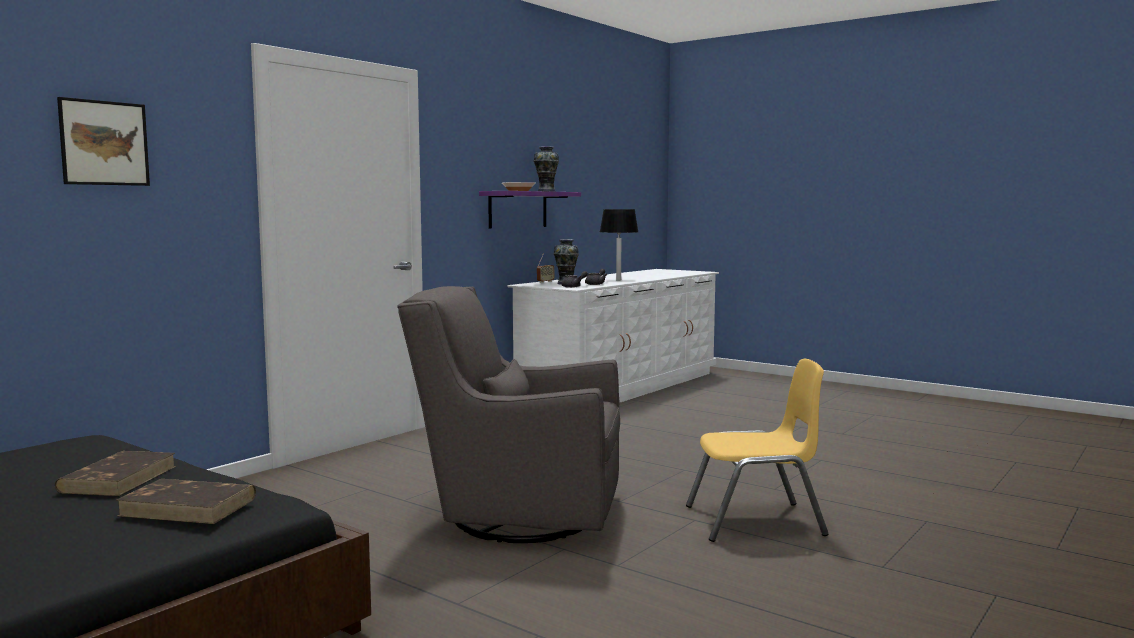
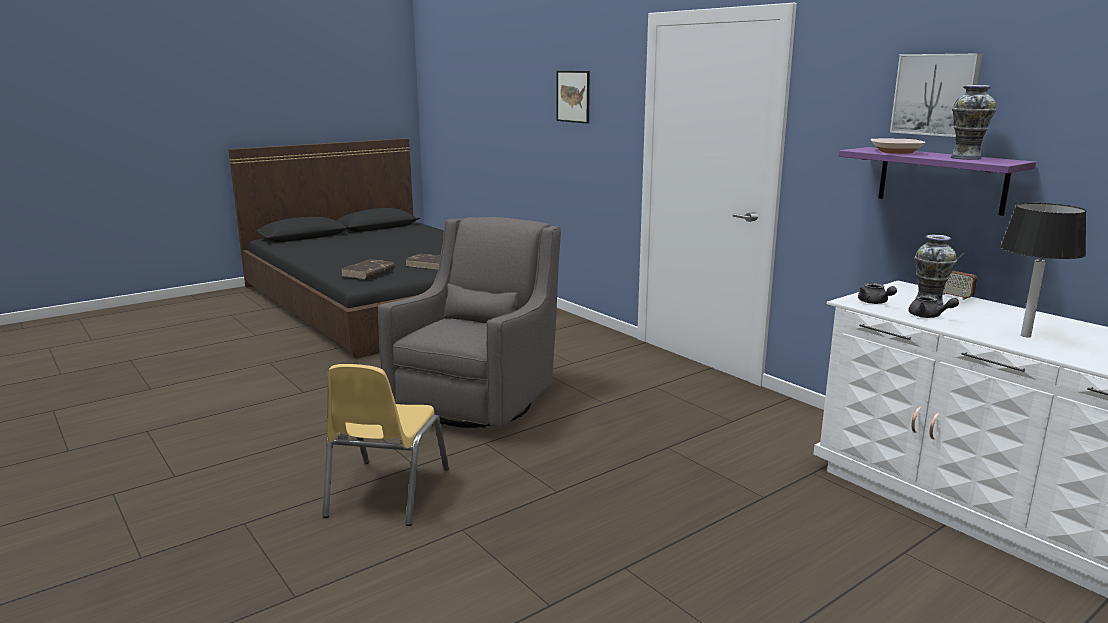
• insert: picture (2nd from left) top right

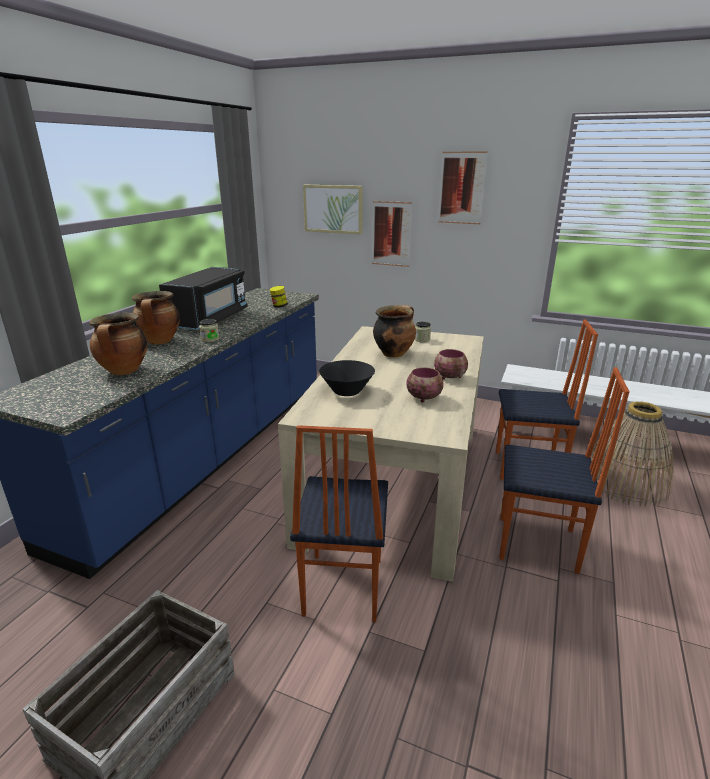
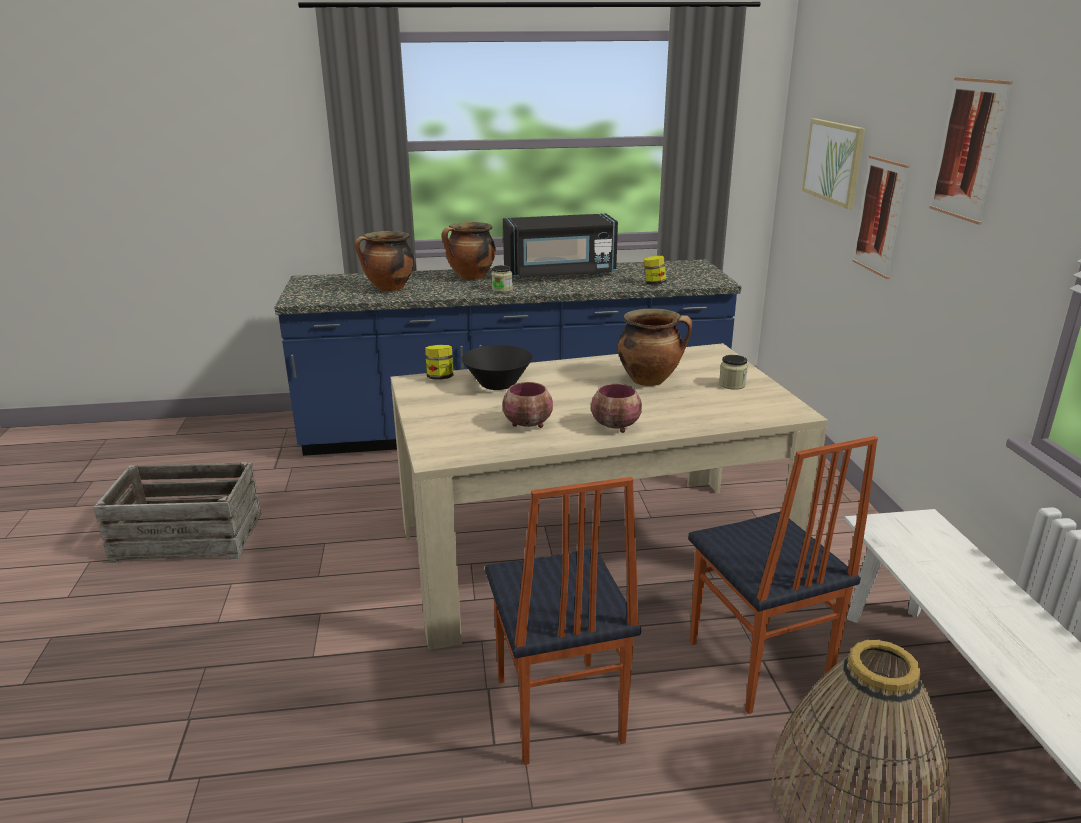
• delete: upright chair (1st from left) bottom centre
• insert: jar (1st from left) centre

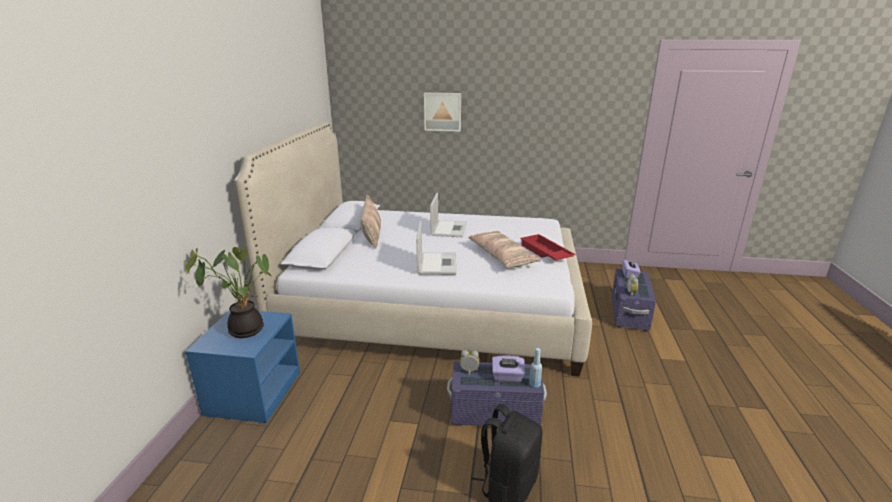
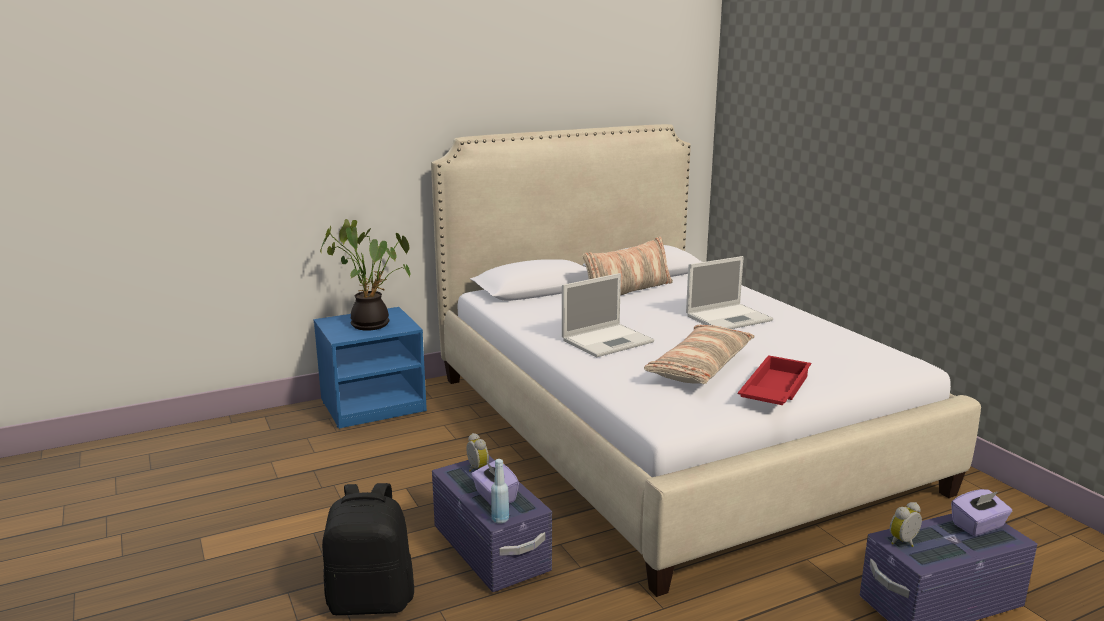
• delete: picture top centre

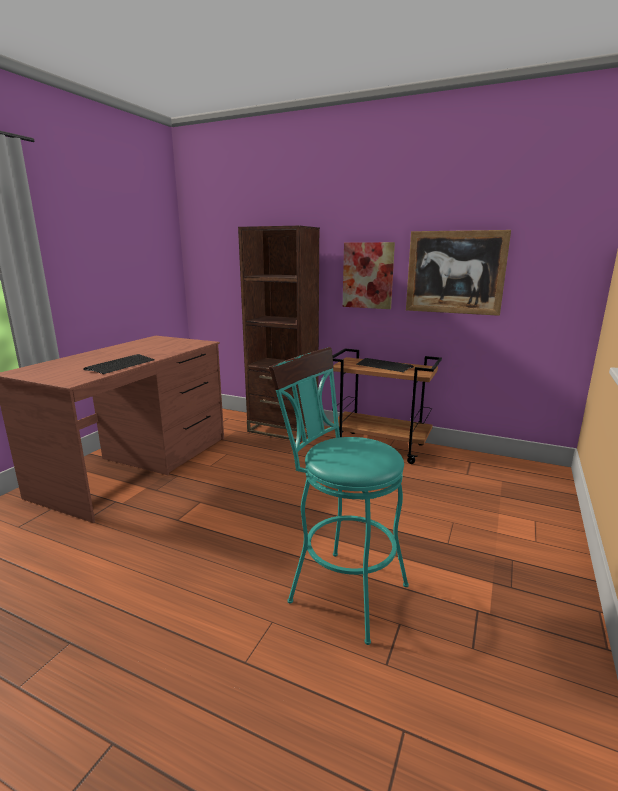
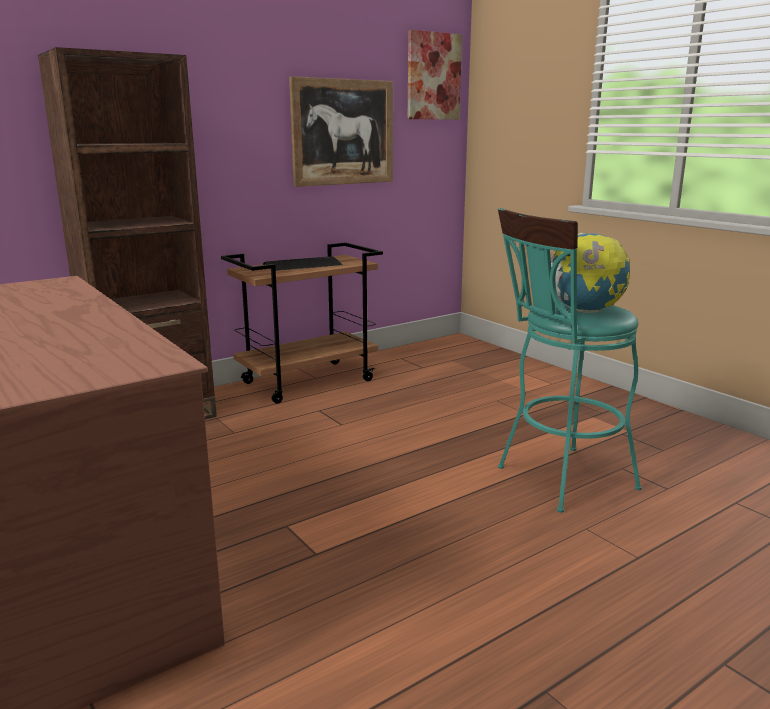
• delete: keyboard (1st from left) middle left
• insert: globe middle right
• move: picture (1st from left in the first image) centre to picture (2nd from left) top centre

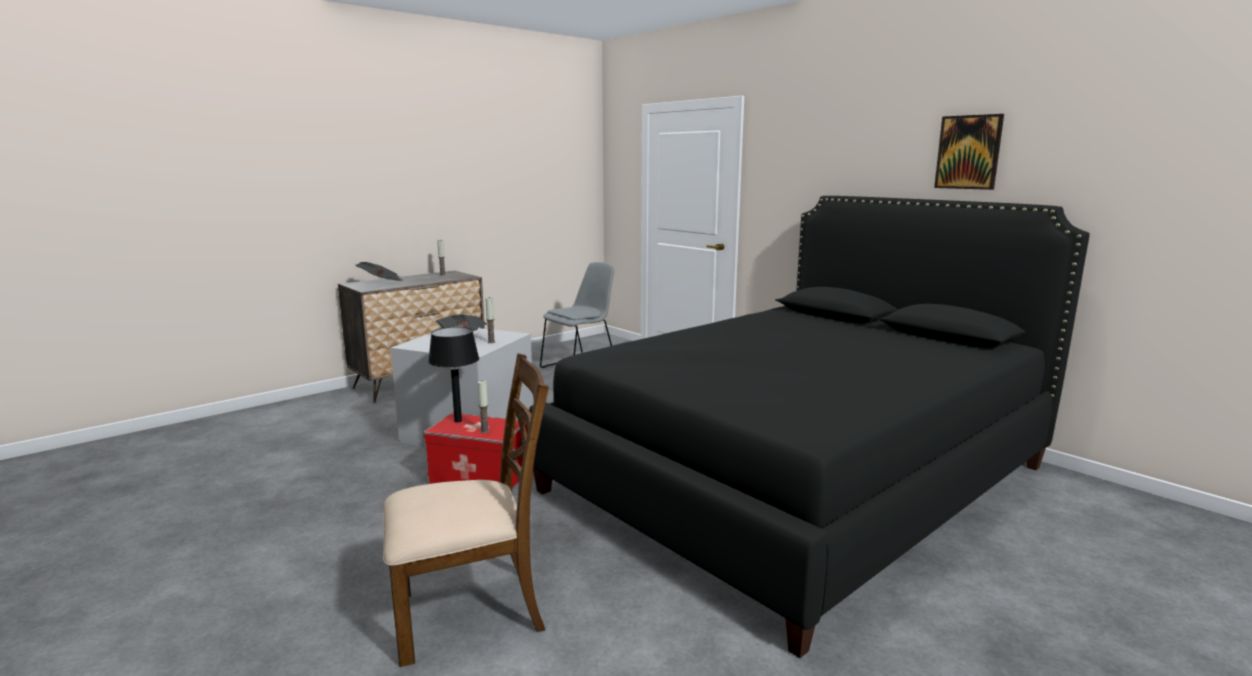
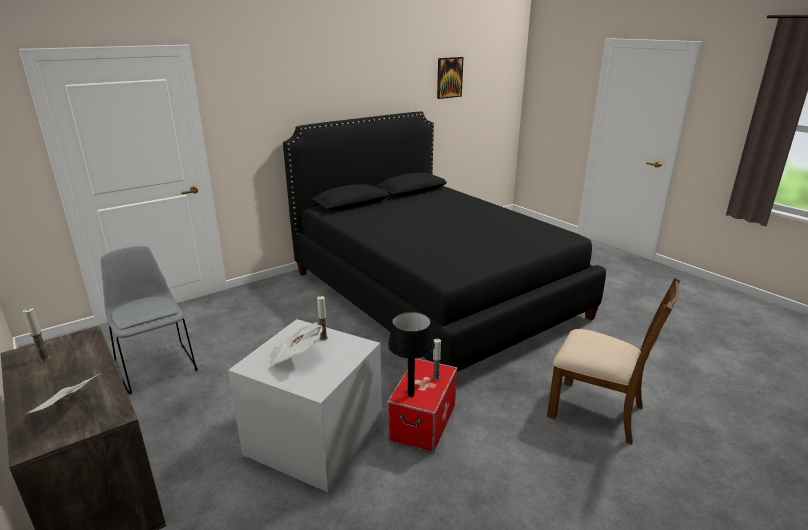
• move: picture top right to top centre
• rotate: brown upright chair bottom centre = bottom right 135 degrees clockwise

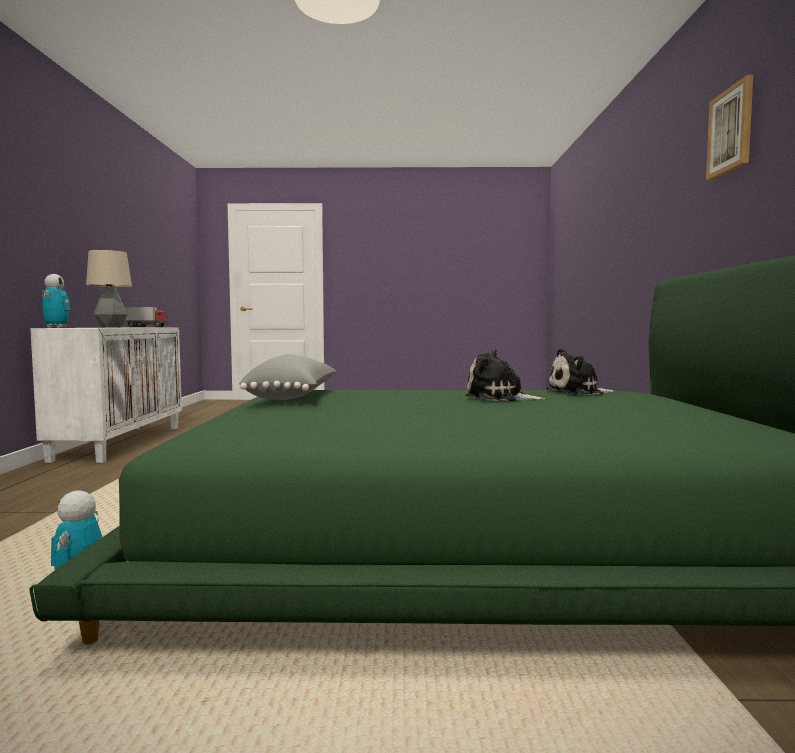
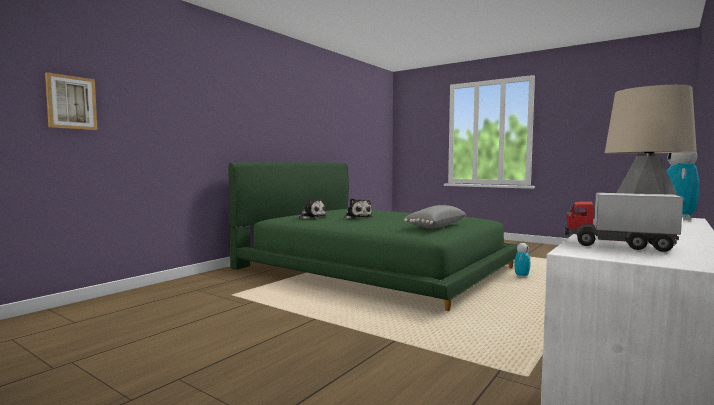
• move: picture top right to top left

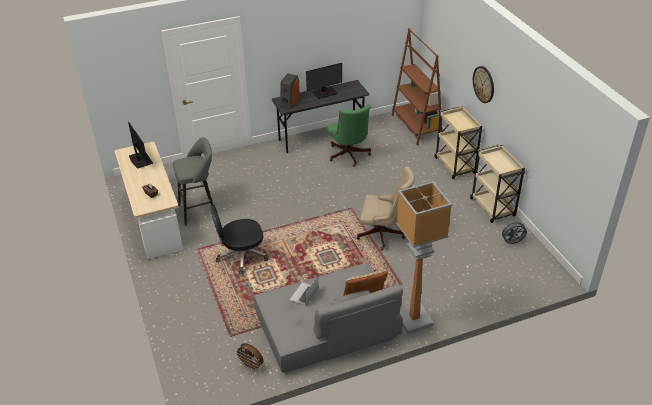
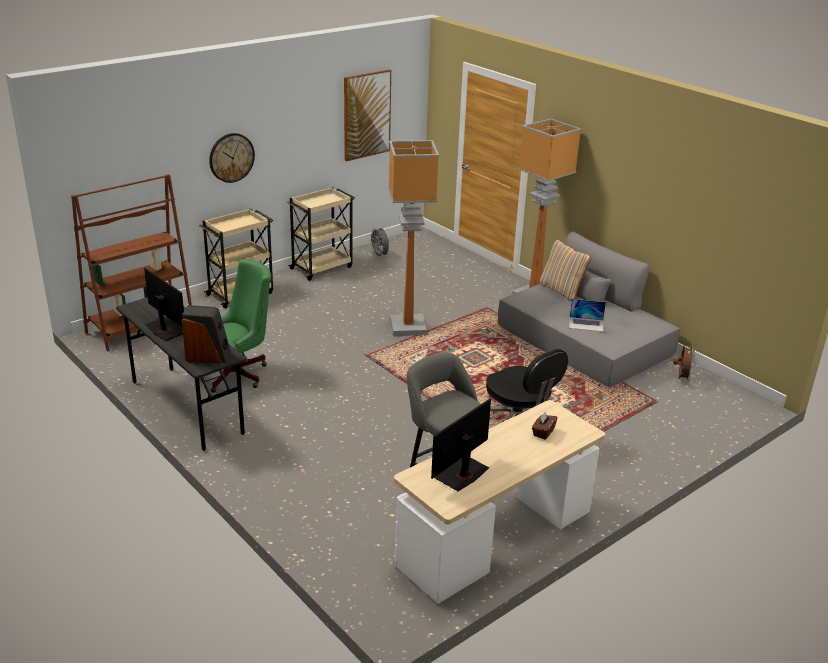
• insert: picture top centre
• replace: beige-coloured computer chair centre to standard lamp (1st from left) centre

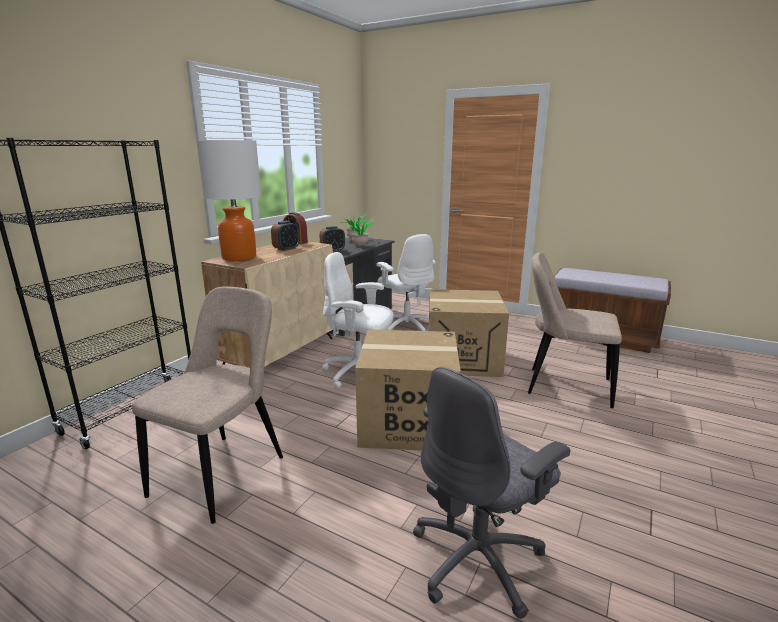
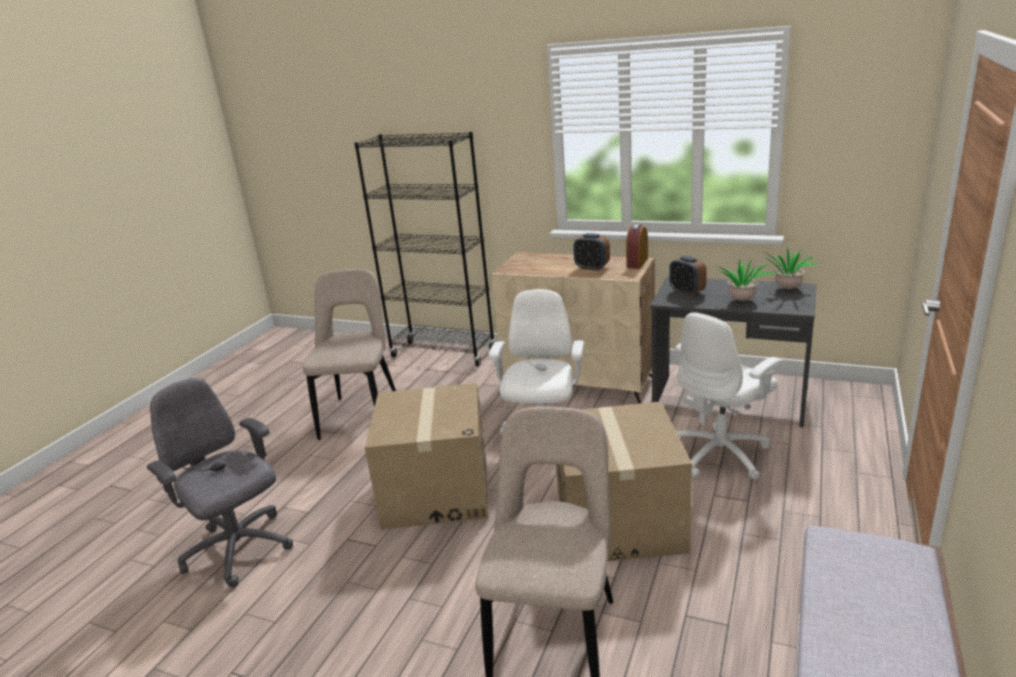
• delete: lamp for a table top left
• rotate: beige-coloured upright chair (1st from left) middle left = centre 105 degrees counterclockwise

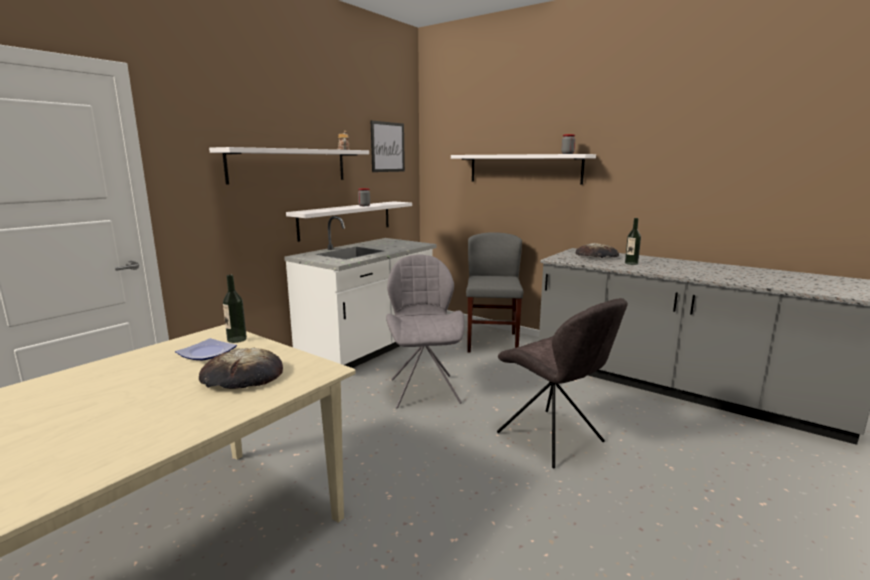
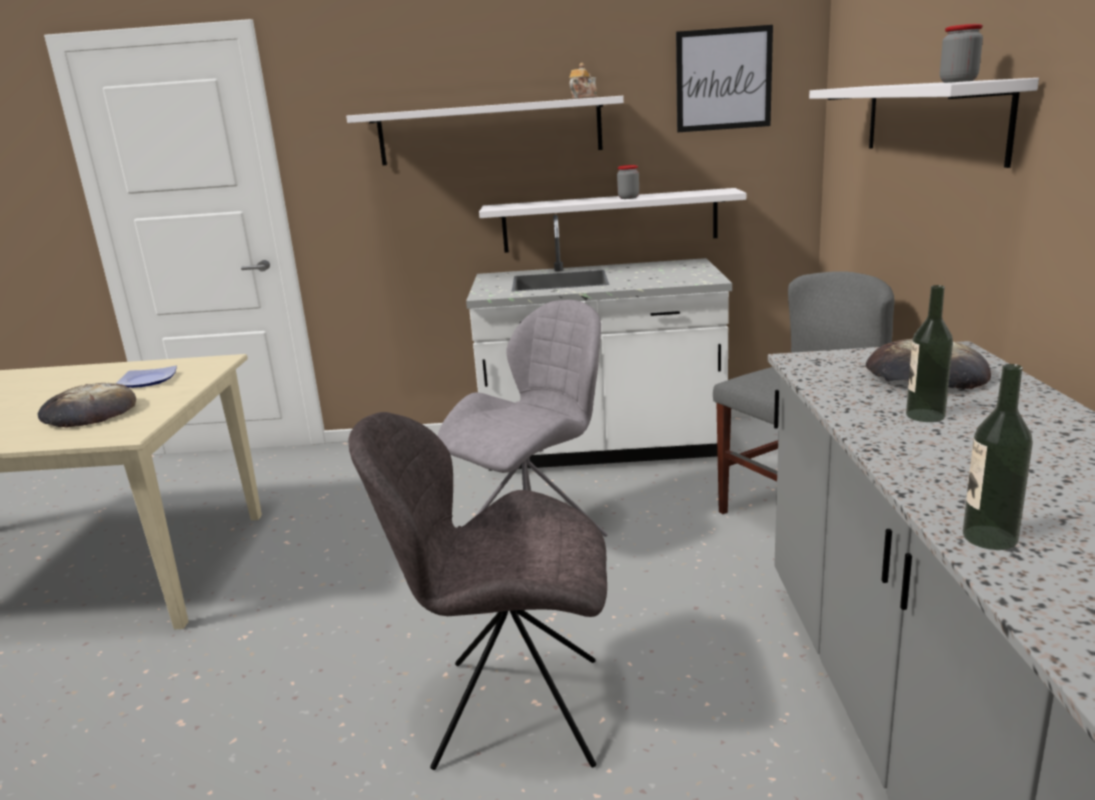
• move: drink bottle (1st from left in the first image) middle left to drink bottle (2nd from left) middle right
• rotate: grey upright chair (3rd from left in the first image) centre = bottom centre 75 degrees clockwise

